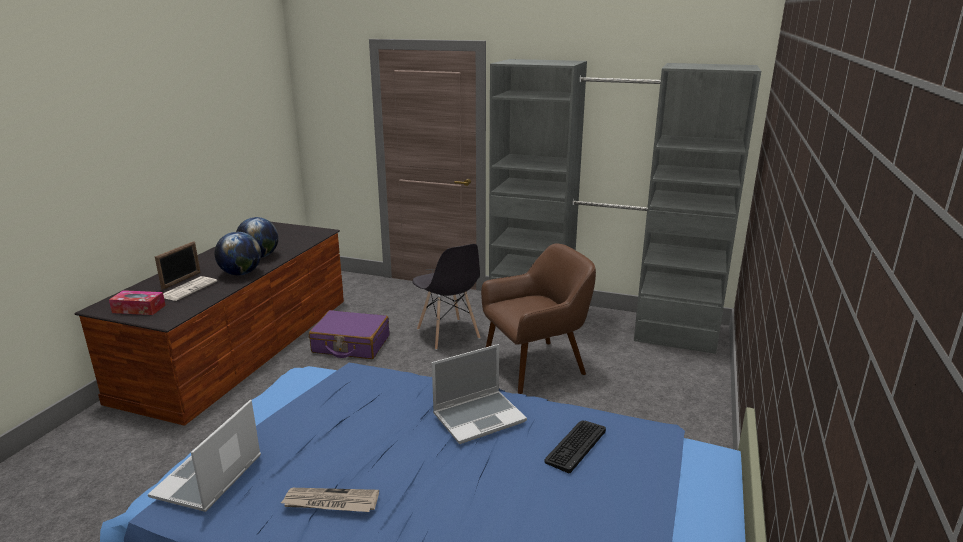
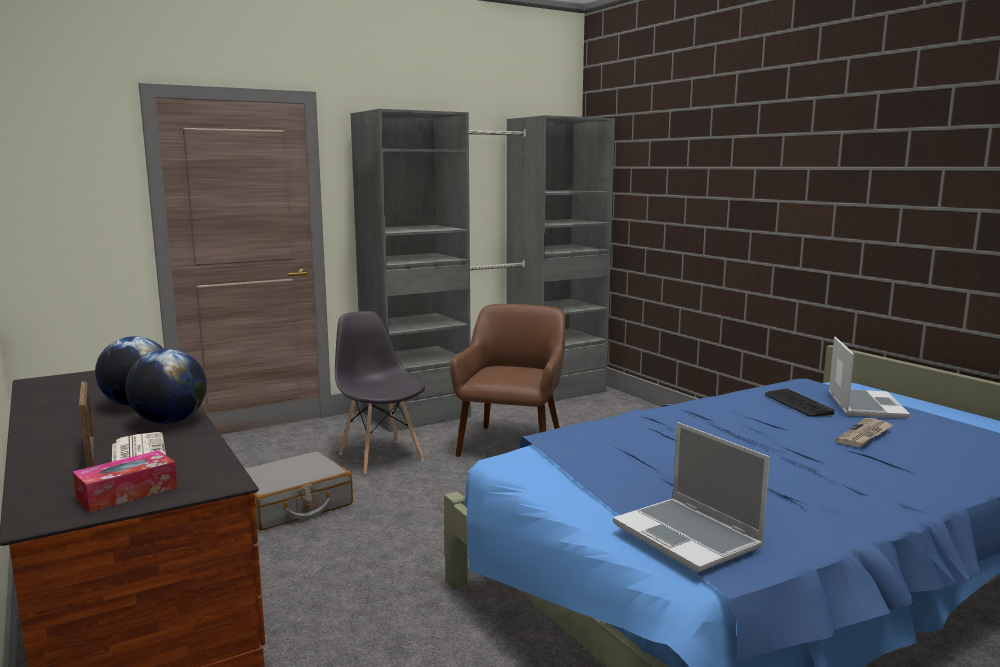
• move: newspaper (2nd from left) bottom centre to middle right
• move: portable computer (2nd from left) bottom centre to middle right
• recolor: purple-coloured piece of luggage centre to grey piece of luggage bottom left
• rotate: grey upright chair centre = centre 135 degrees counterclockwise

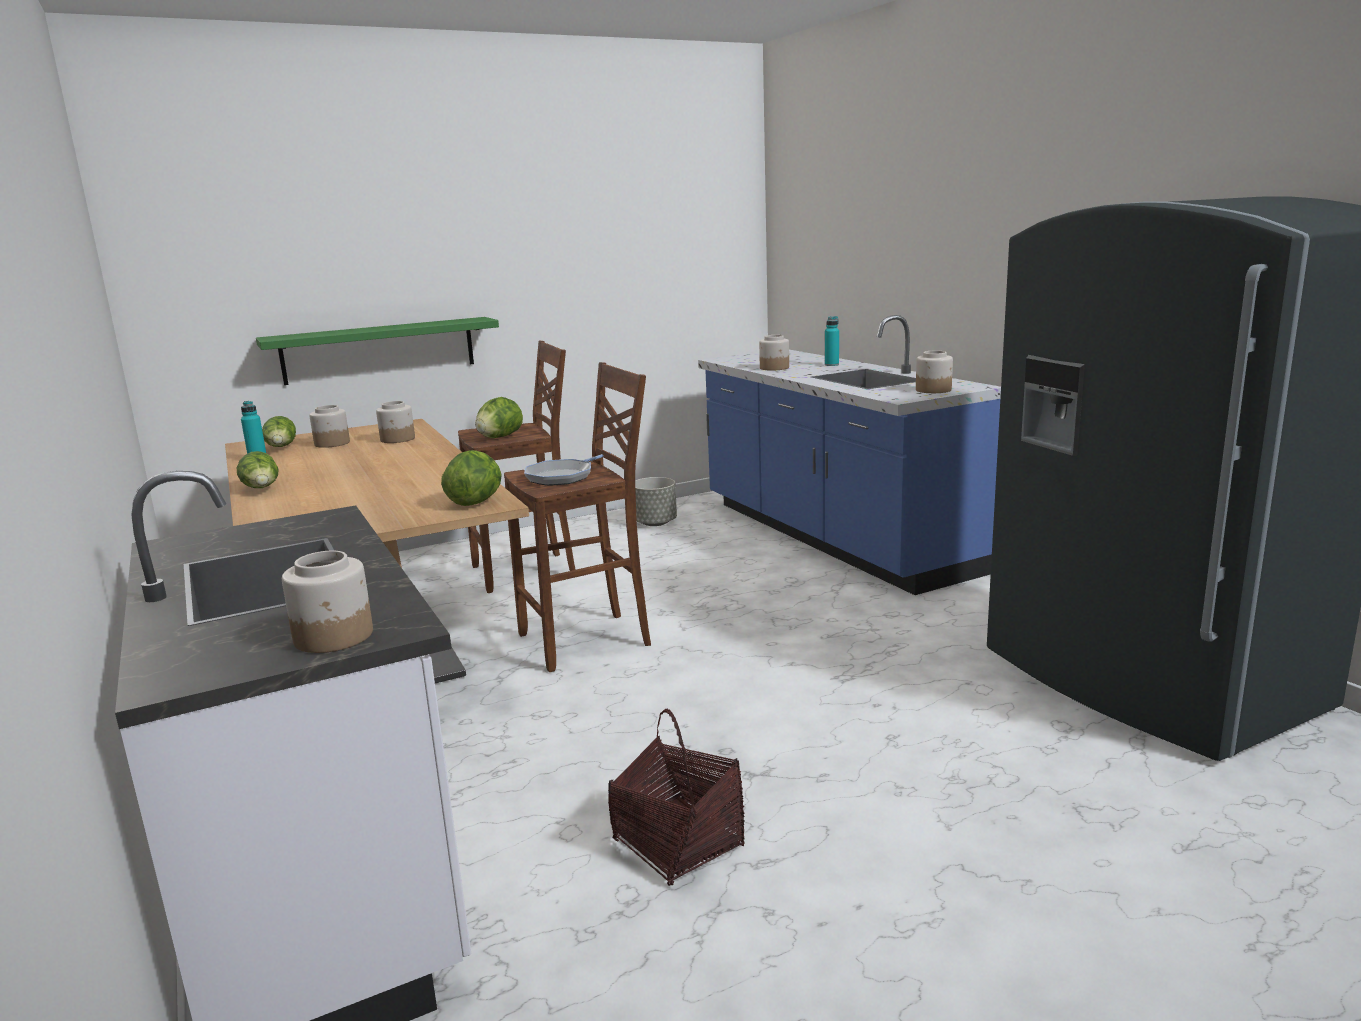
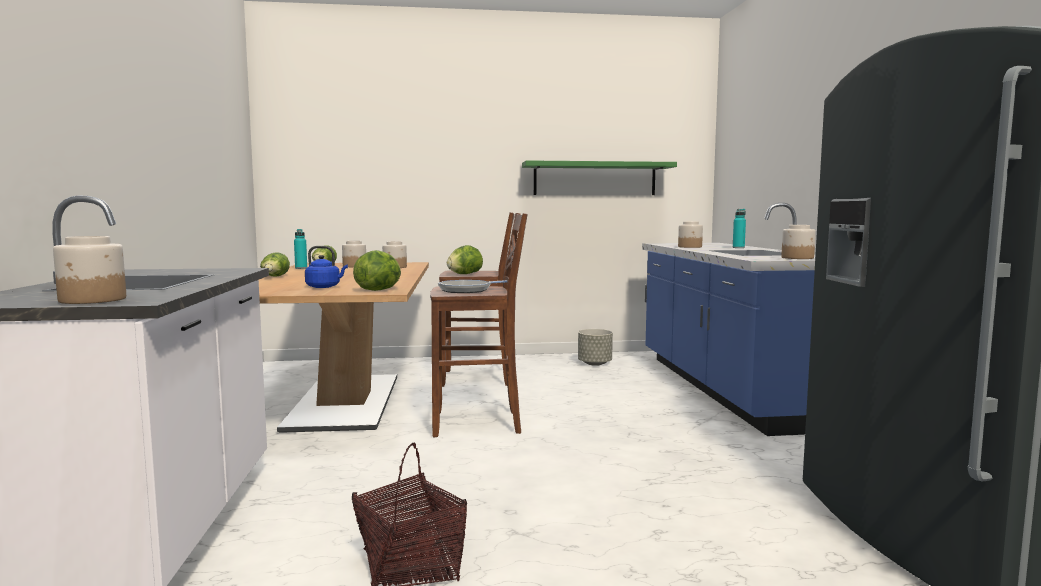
• insert: blue-coloured tea kettle middle left
• move: greenish bracket shelf middle left to top centre

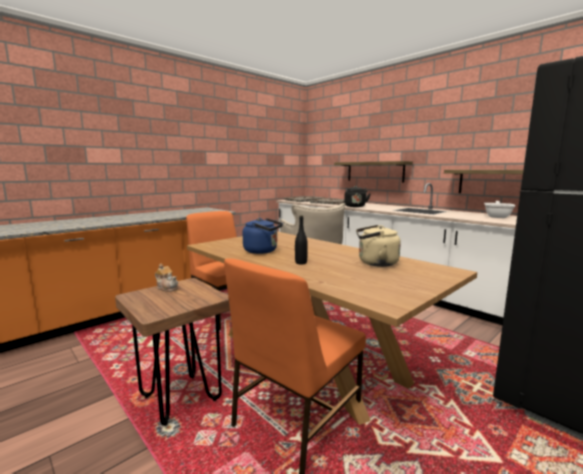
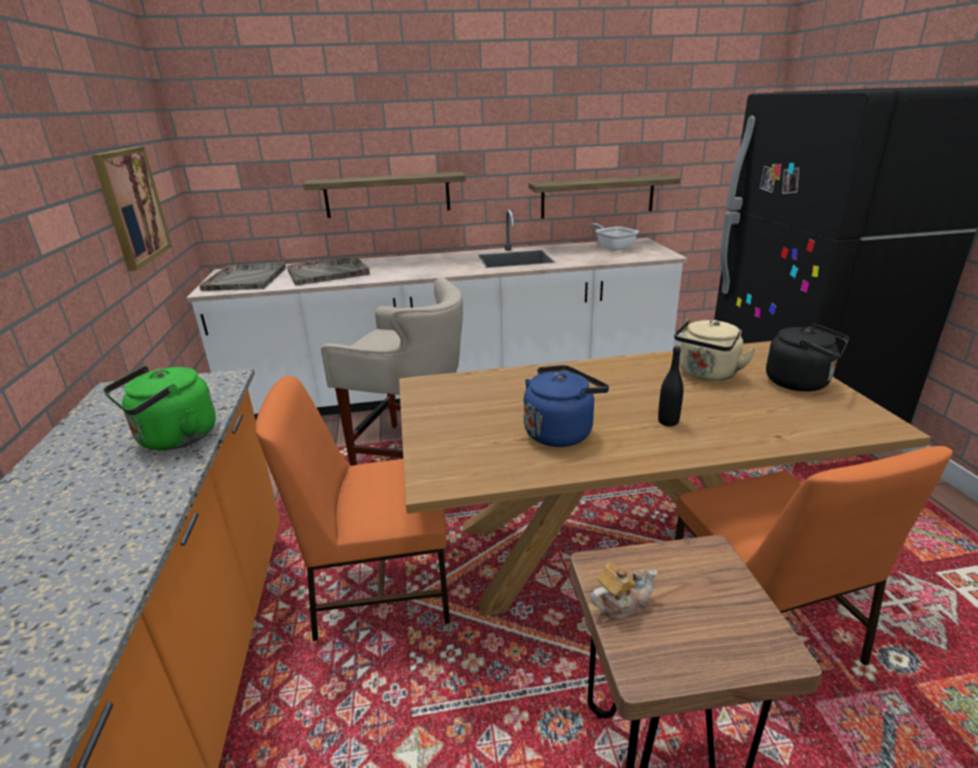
• insert: picture top left
• insert: greenish tea kettle middle left
• move: blackish tea kettle centre to middle right

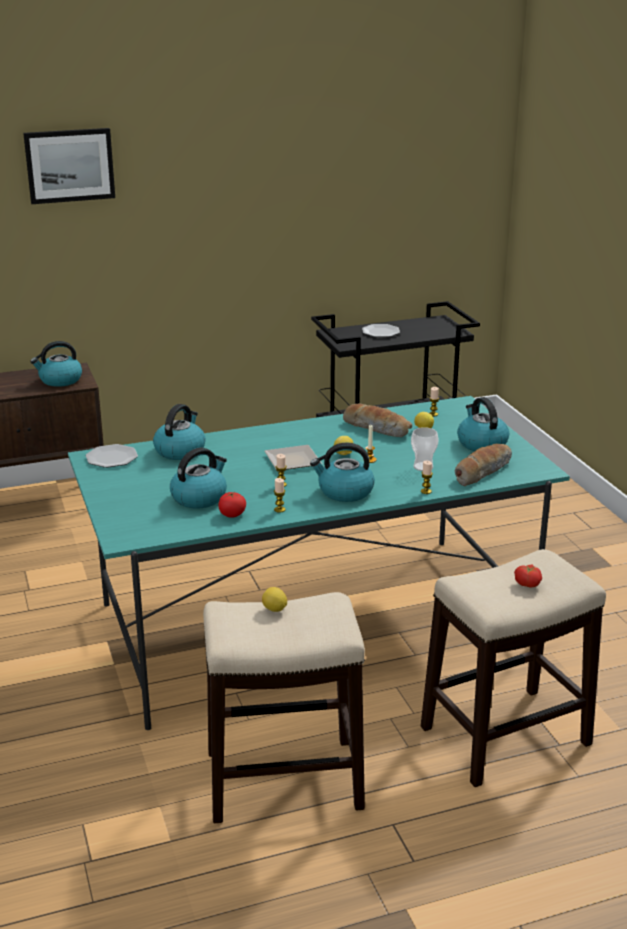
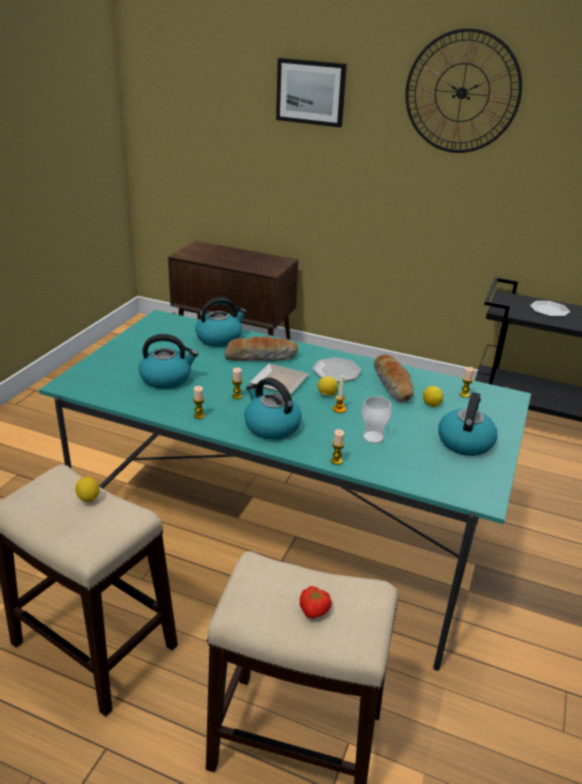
• delete: tea kettle (1st from left) middle left
• delete: whole tomato (1st from left) centre
• insert: wall clock top right
• move: flat dish (1st from left in the first image) middle left to flat dish (2nd from left) centre
• move: baked bread (2nd from left in the first image) middle right to baked bread (1st from left) centre

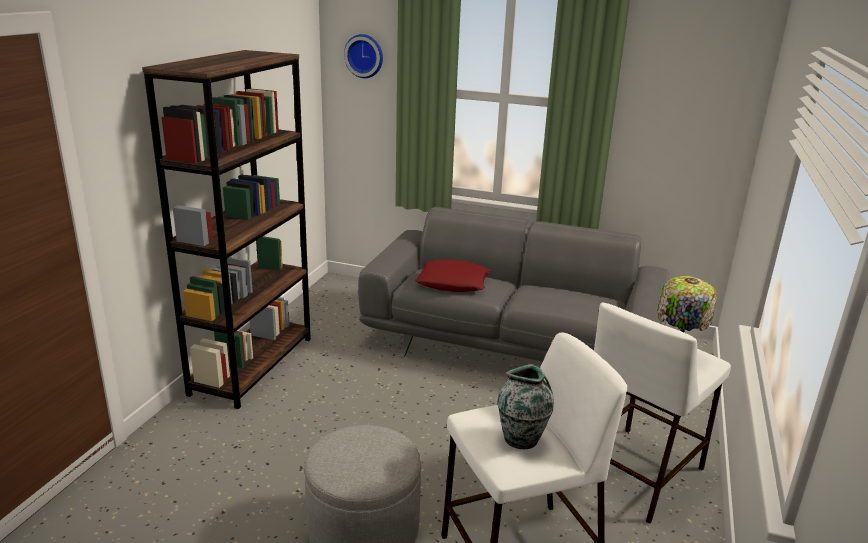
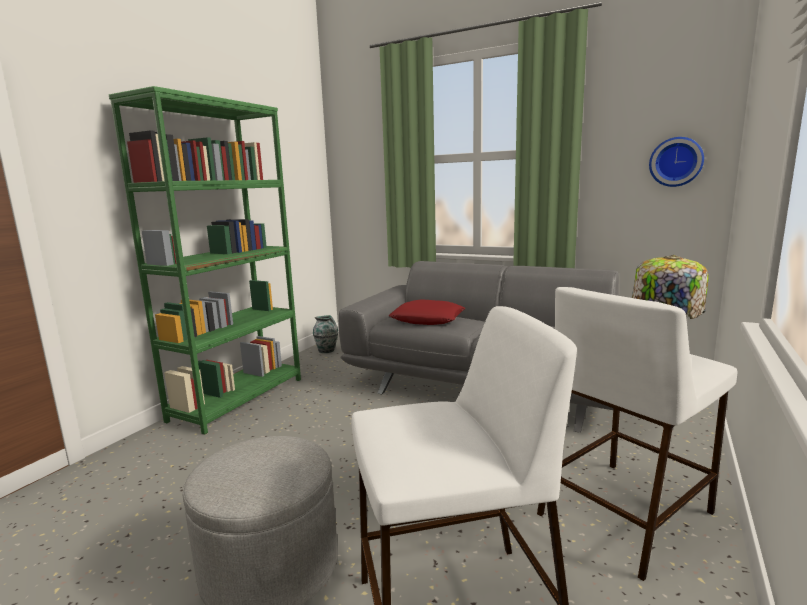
• move: wall clock top centre to top right
• move: decorative vase bottom centre to centre
• recolor: brown bookcase middle left to greenish bookcase middle left

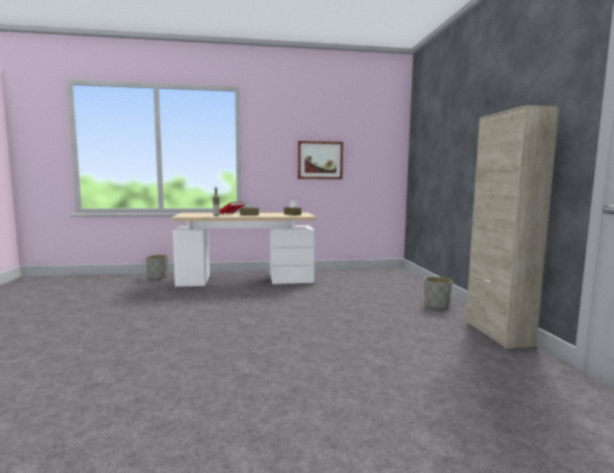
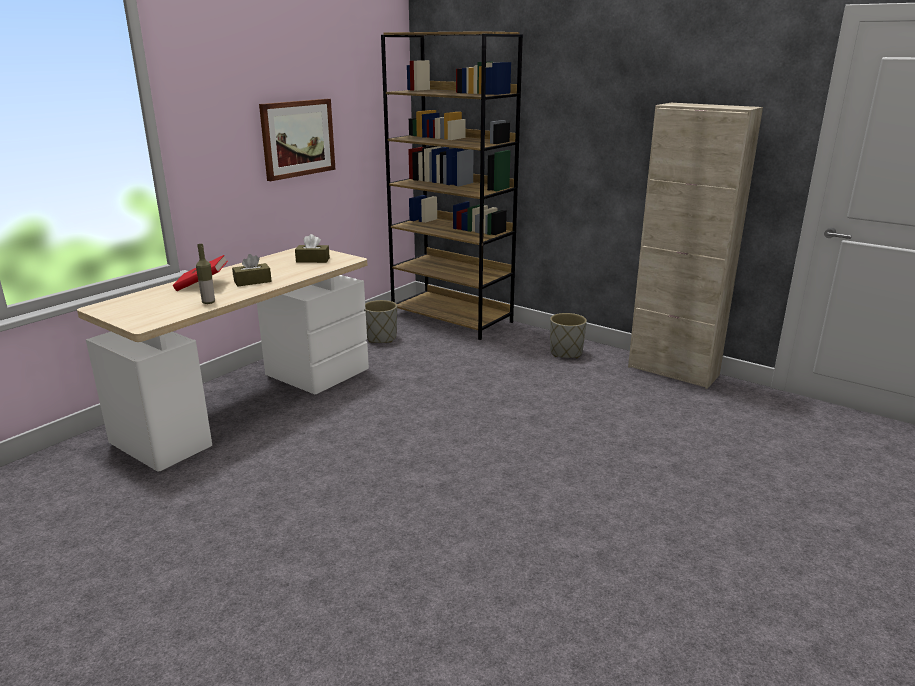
• insert: brown bookcase top centre
• move: grey plant pot (1st from left) middle left to centre

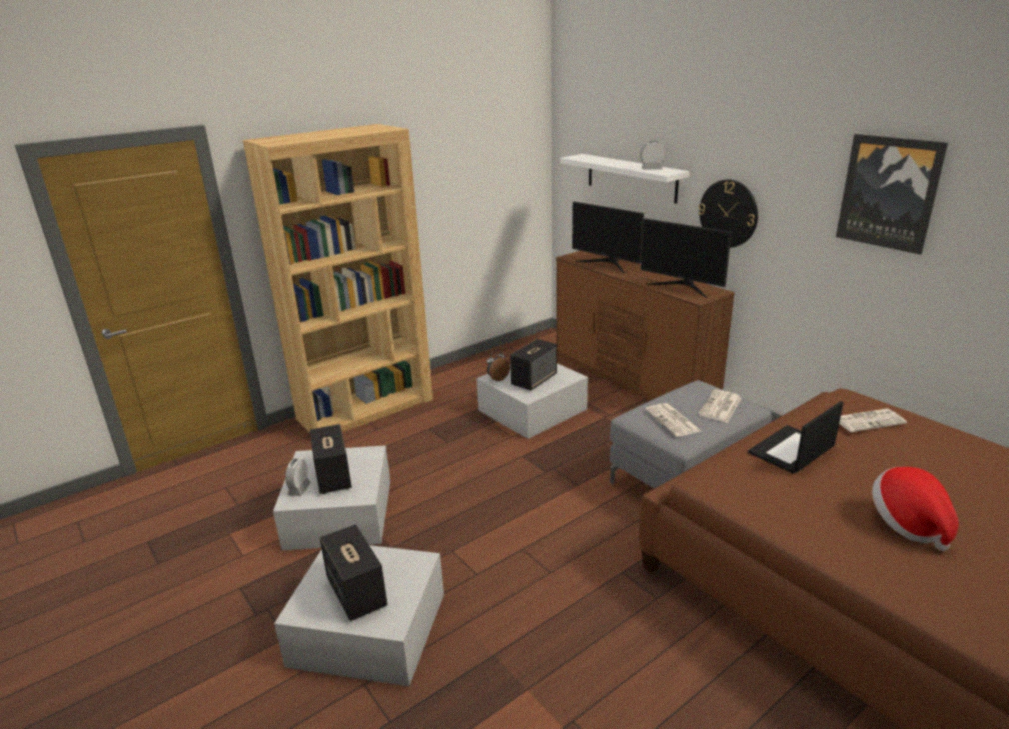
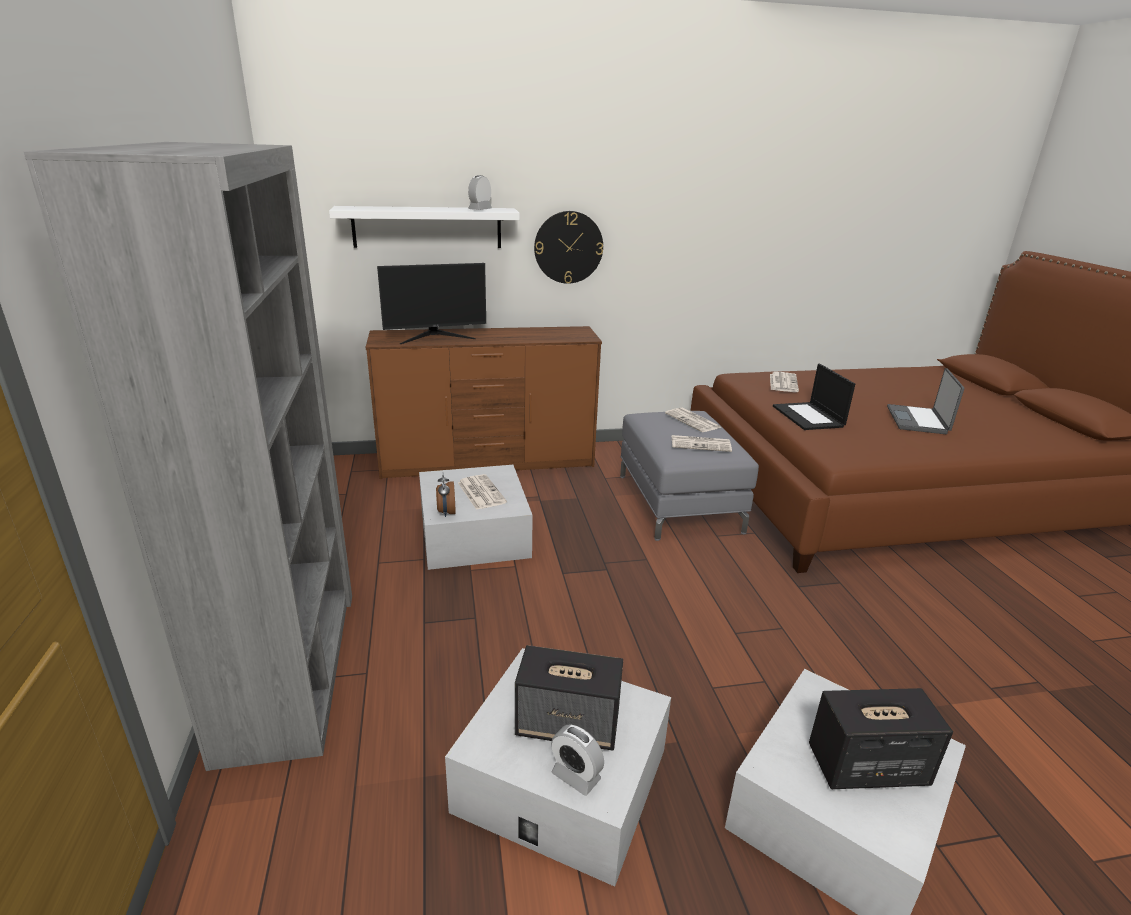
• delete: computer display (2nd from left) middle right
• delete: picture top right
• replace: loudspeaker (3rd from left) centre to newspaper (1st from left) centre
• replace: wearable hat bottom right to portable computer (2nd from left) middle right
• recolor: brown bookcase centre to grey bookcase middle left

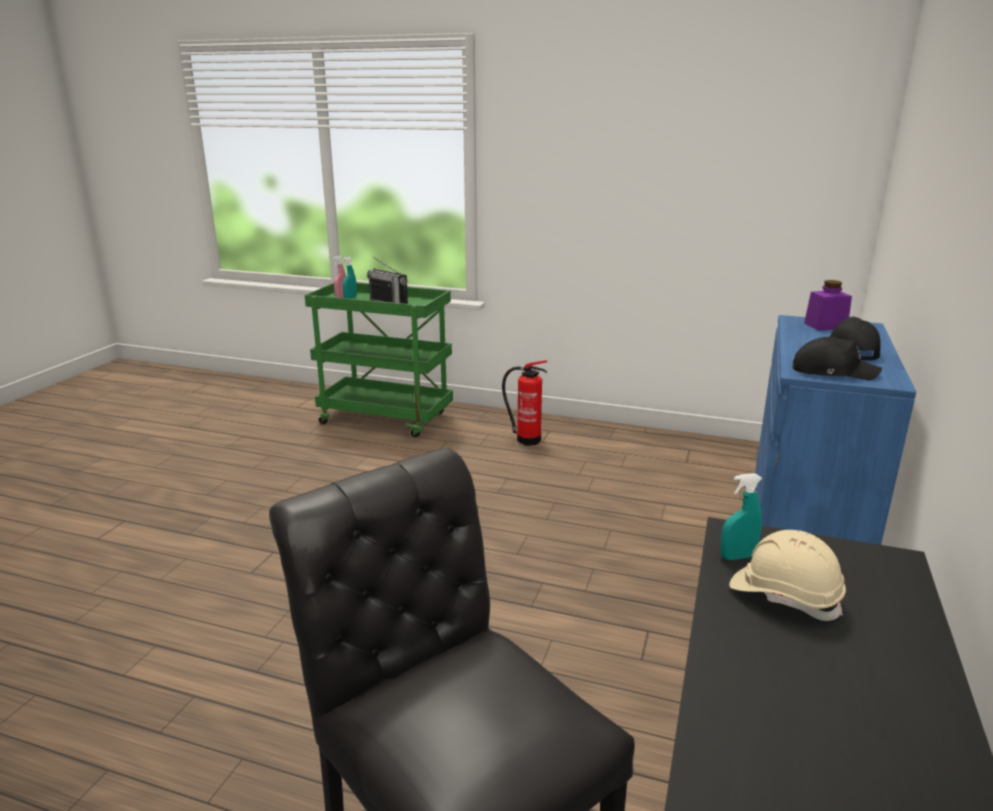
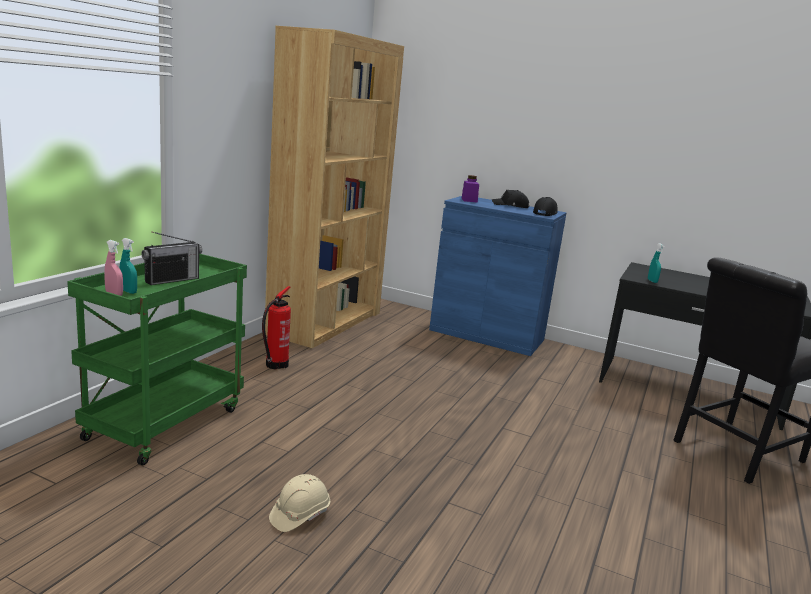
• insert: brown bookcase top centre
• move: beige-coloured work helmet bottom right to bottom centre

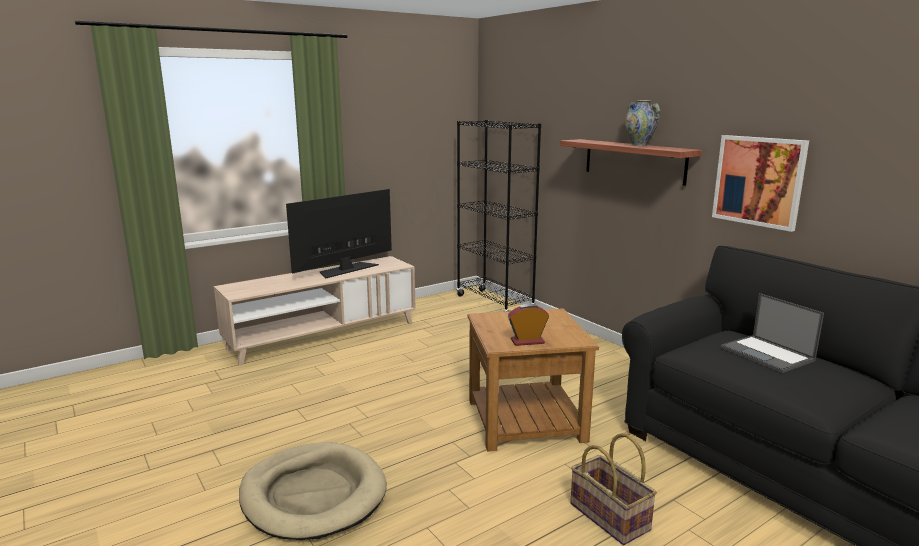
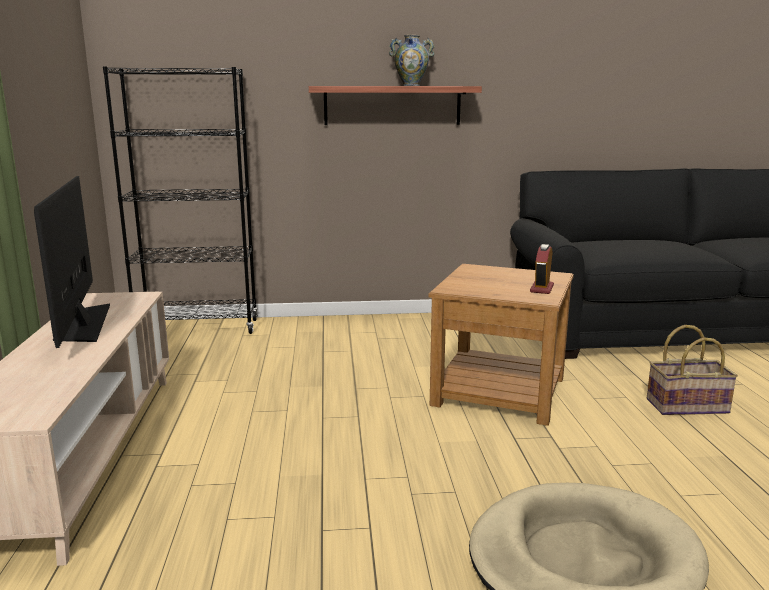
• delete: picture middle right
• delete: portable computer middle right

